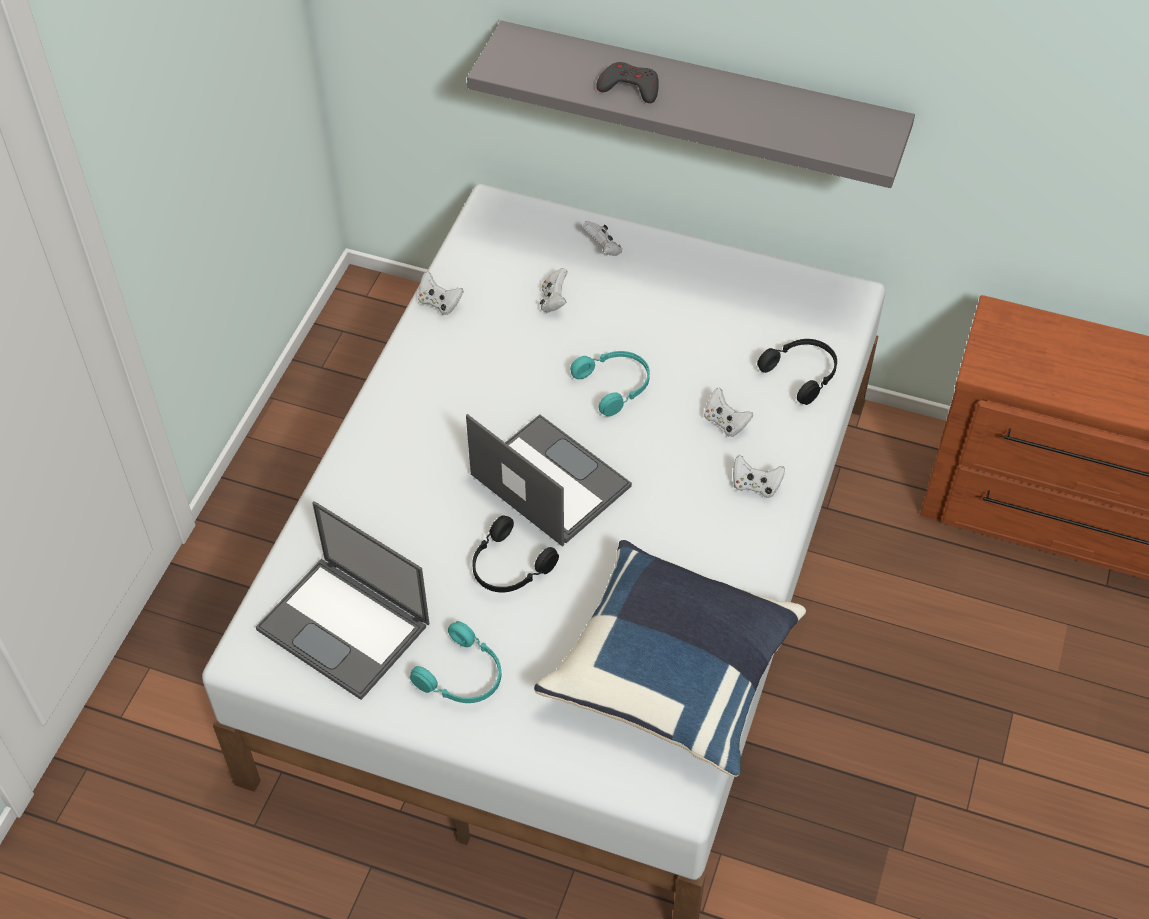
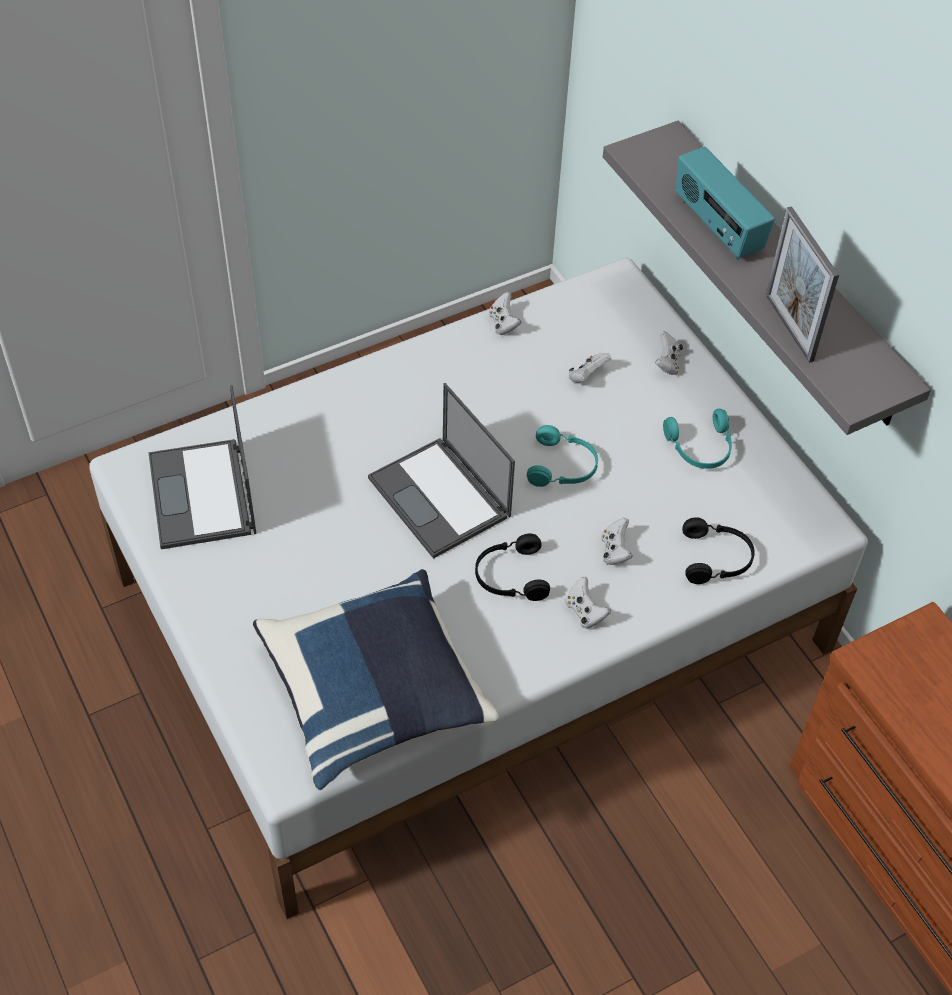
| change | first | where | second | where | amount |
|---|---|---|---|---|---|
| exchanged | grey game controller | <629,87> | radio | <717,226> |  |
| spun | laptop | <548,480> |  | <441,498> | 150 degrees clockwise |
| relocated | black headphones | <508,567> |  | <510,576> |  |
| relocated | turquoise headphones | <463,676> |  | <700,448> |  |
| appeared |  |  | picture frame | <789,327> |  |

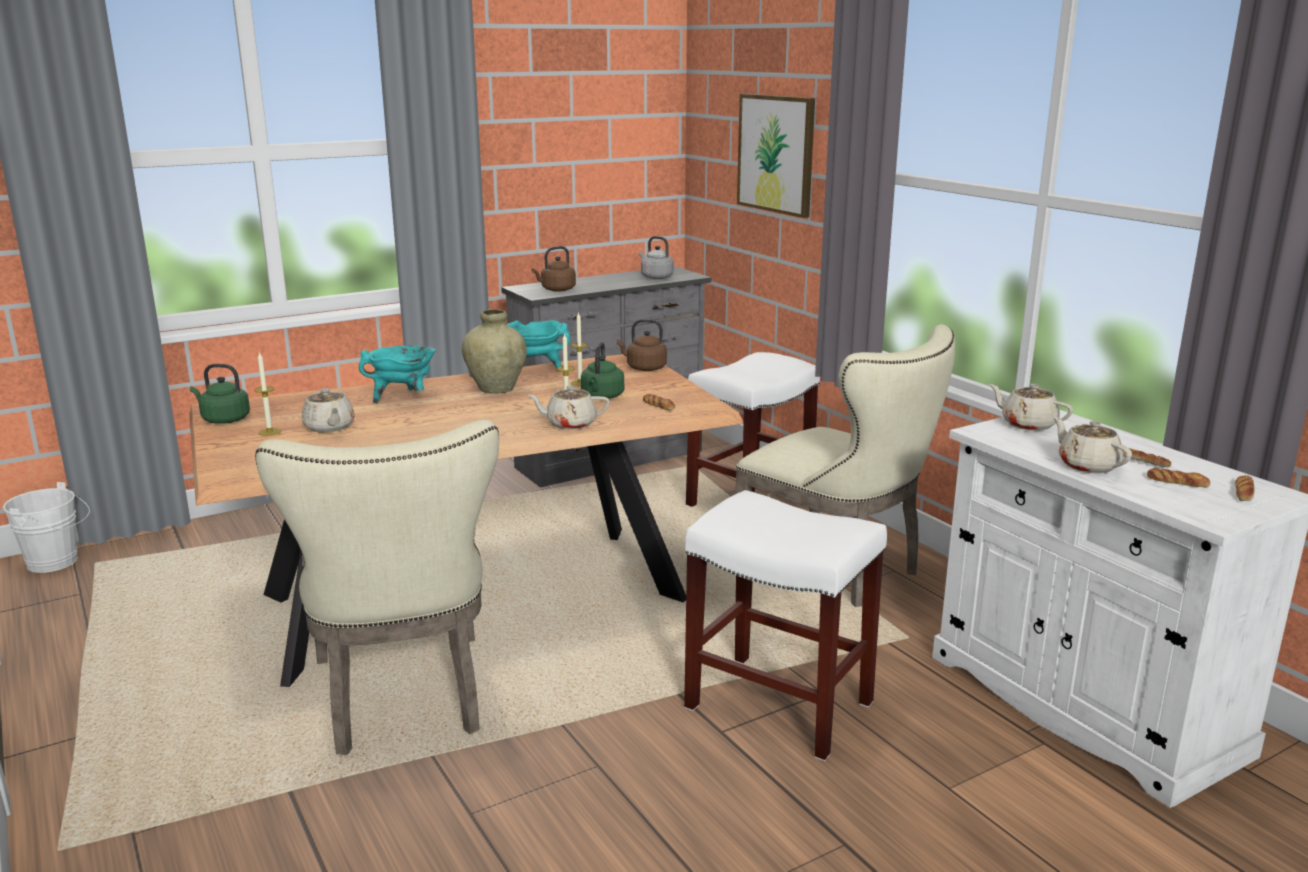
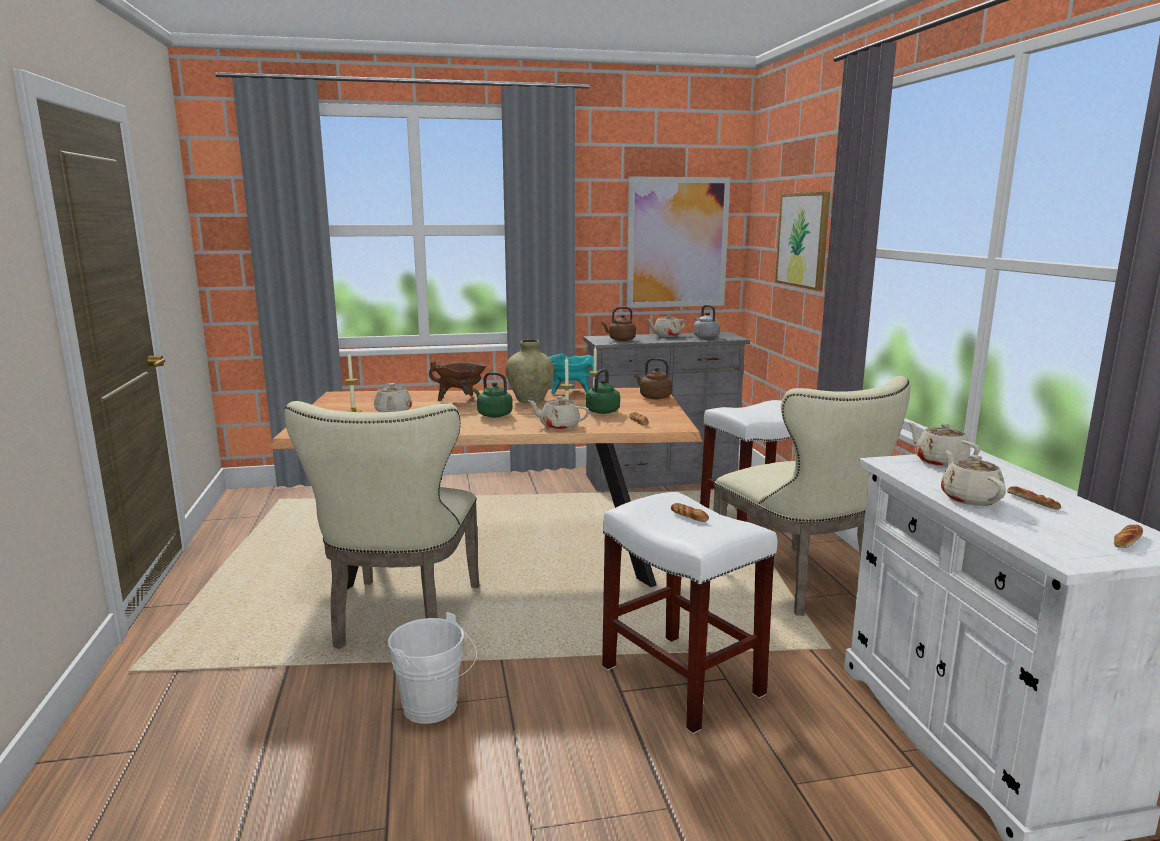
| change | first | where | second | where | amount |
|---|---|---|---|---|---|
| colour | turquoise cooking pot | <403,398> | brown cooking pot | <460,400> |  |
| relocated | green kettle | <223,419> |  | <493,415> |  |
| relocated | bread | <1177,482> |  | <689,516> |  |
| relocated | white bucket | <57,562> |  | <435,709> |  |
| appeared |  |  | picture | <677,243> |  |
| appeared |  |  | beige teapot | <666,335> |  |

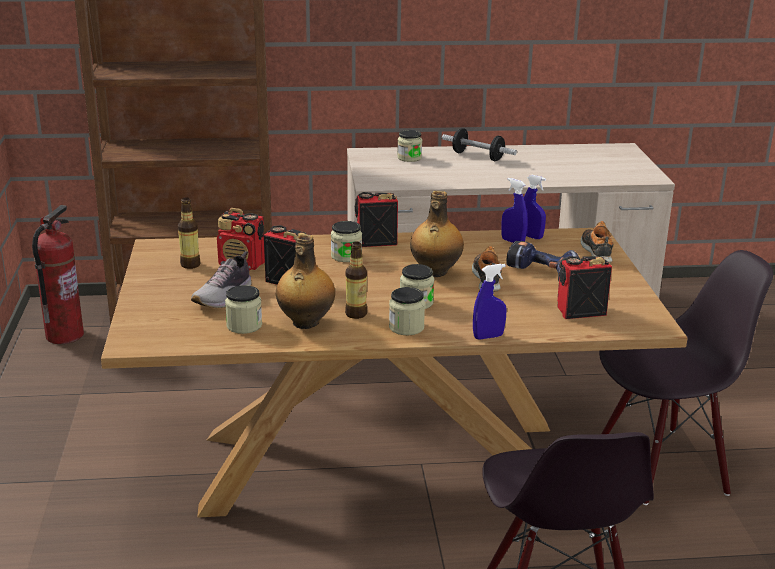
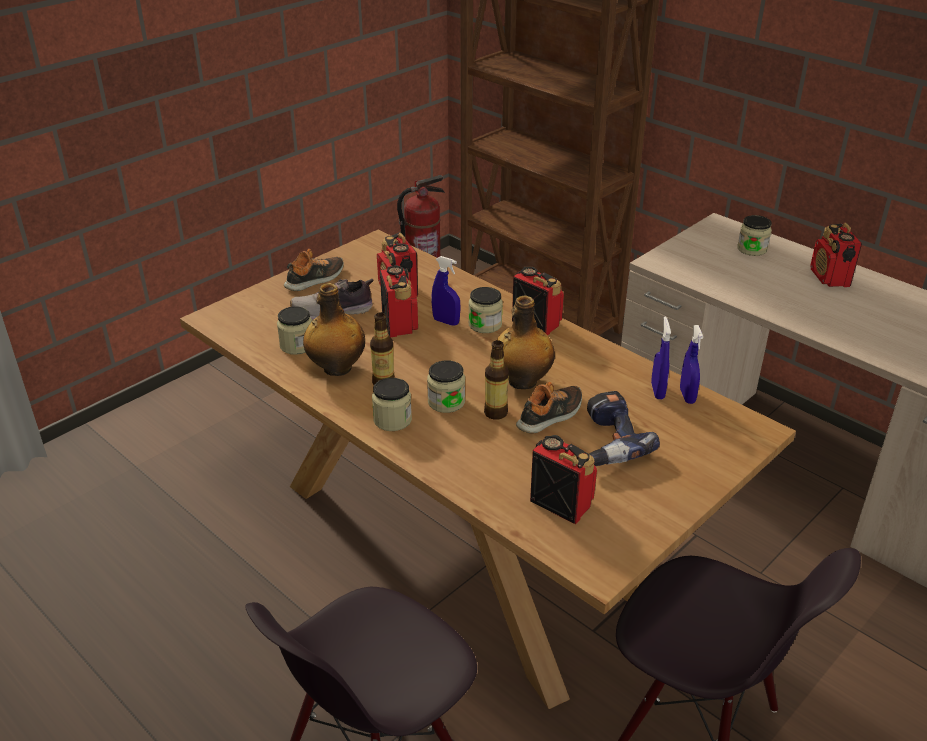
| change | first | where | second | where | amount |
|---|---|---|---|---|---|
| exchanged | dumbbell | <477,156> | radio | <830,278> |  |
| relocated | bottle | <190,265> |  | <495,413> |  |
| relocated | shoe | <597,252> |  | <315,279> |  |
| relocated | blue spray bottle | <488,336> |  | <446,322> |  |

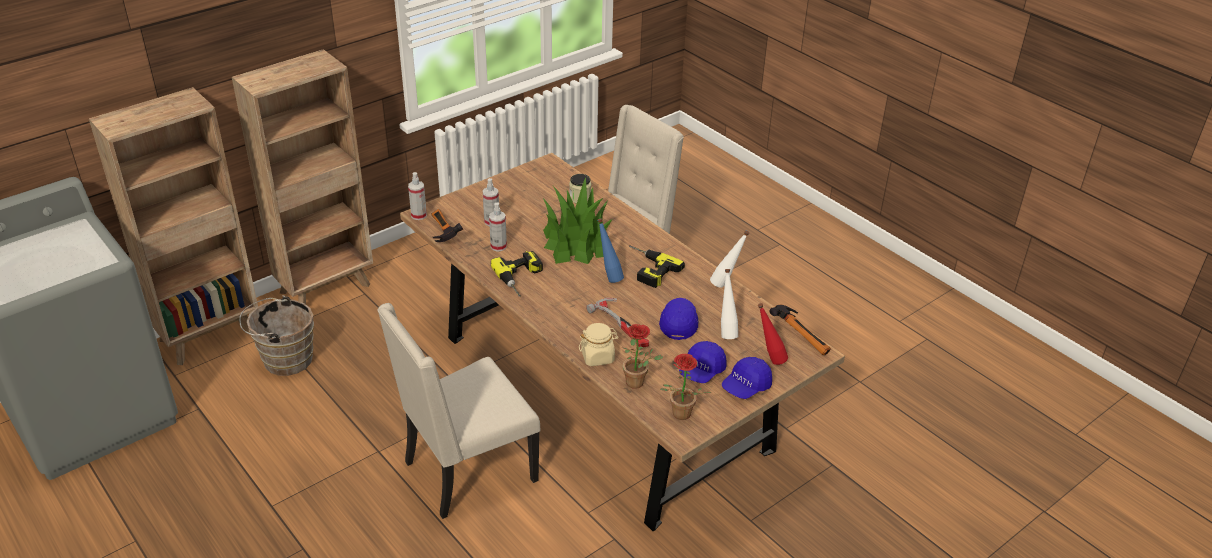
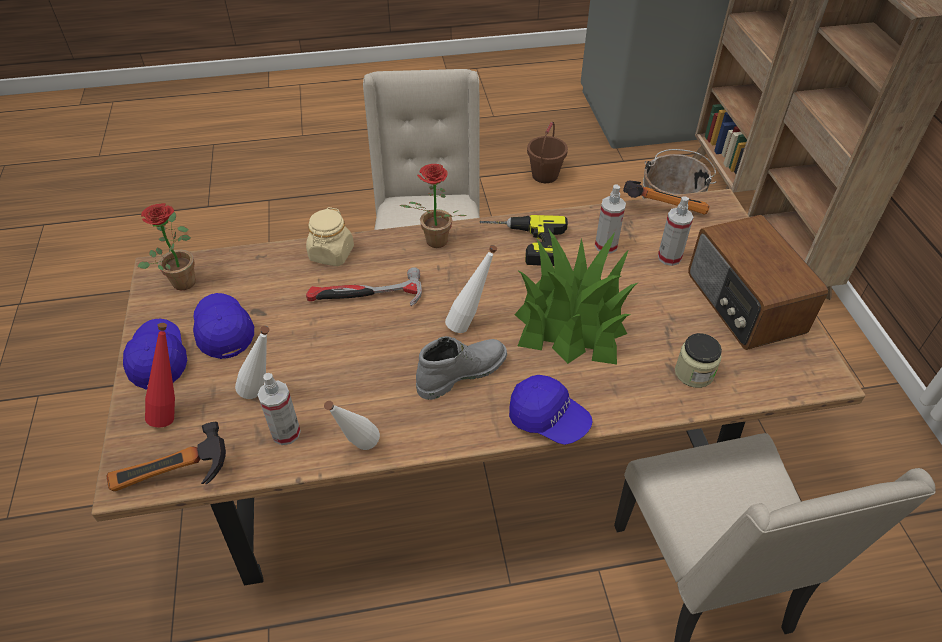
| change | first | where | second | where | amount |
|---|---|---|---|---|---|
| relocated | spray bottle | <419,215> |  | <286,433> |  |
| colour | blue bottle | <609,277> | white bottle | <470,324> |  |
| exchanged | power drill | <646,269> | grey boot | <461,372> |  |
| relocated | blue cap | <678,323> |  | <548,419> |  |
| relocated | potted plant | <638,383> |  | <433,243> |  |
| appeared |  |  | brown bucket | <544,175> |  |
| appeared |  |  | radio | <743,304> |  |

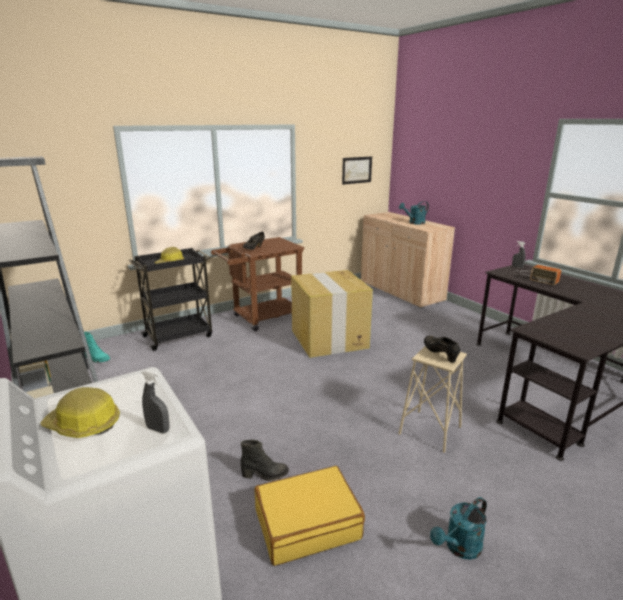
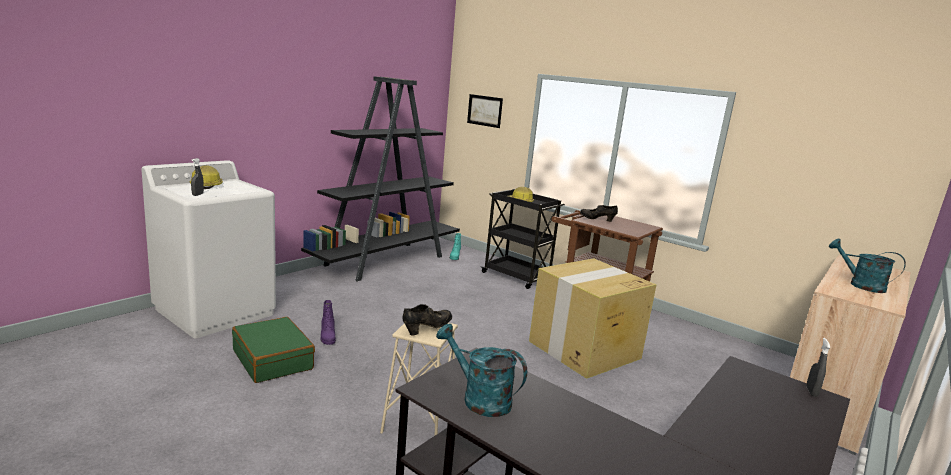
| change | first | where | second | where | amount |
|---|---|---|---|---|---|
| relocated | picture | <356,170> |  | <484,110> |  |
| missing | radio | <534,277> |  |  |  |
| colour | black boot | <265,475> | purple boot | <327,337> |  |
| colour | yellow suitcase | <307,524> | green suitcase | <273,359> |  |
| relocated | turquoise watering can | <459,548> |  | <479,398> |  |

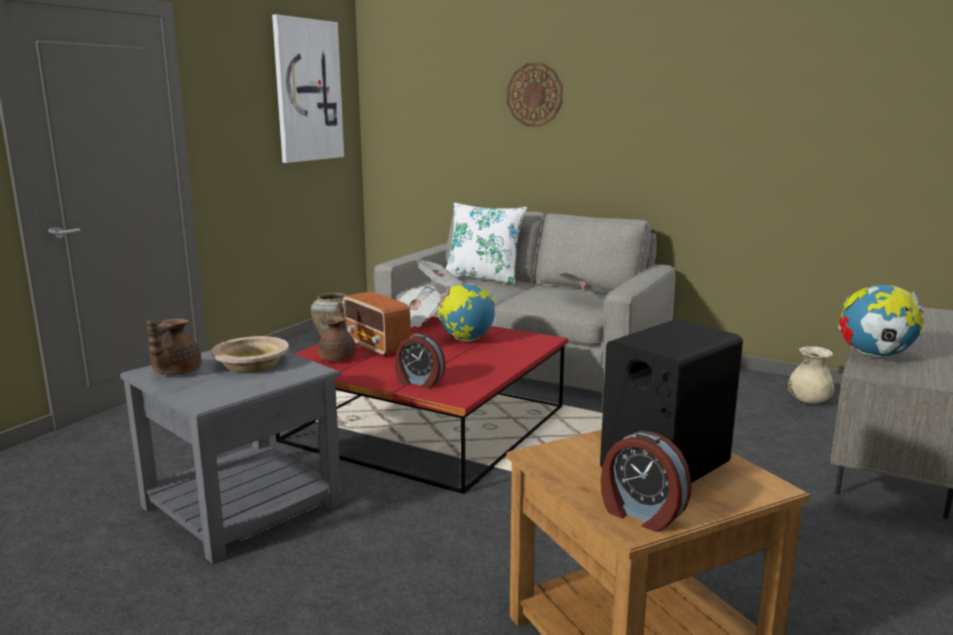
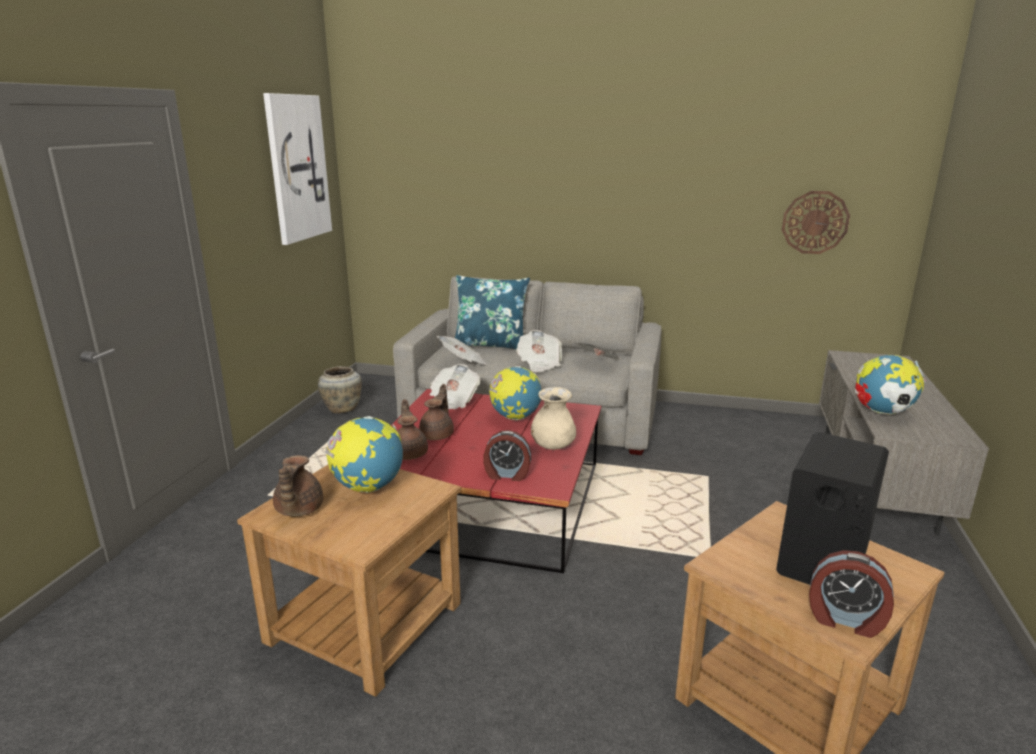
| change | first | where | second | where | amount |
|---|---|---|---|---|---|
| relocated | wall clock | <534,95> |  | <815,222> |  |
| colour | white pillow | <483,278> | blue pillow | <490,345> |  |
| exchanged | radio | <377,346> | brown teapot | <438,435> |  |
| exchanged | beige bowl | <251,363> | globe | <368,488> |  |
| relocated | beige vase | <808,401> |  | <553,446> |  |
| colour | grey side table | <242,505> | brown side table | <365,622> |  |
| appeared |  |  | newspaper | <539,364> |  |

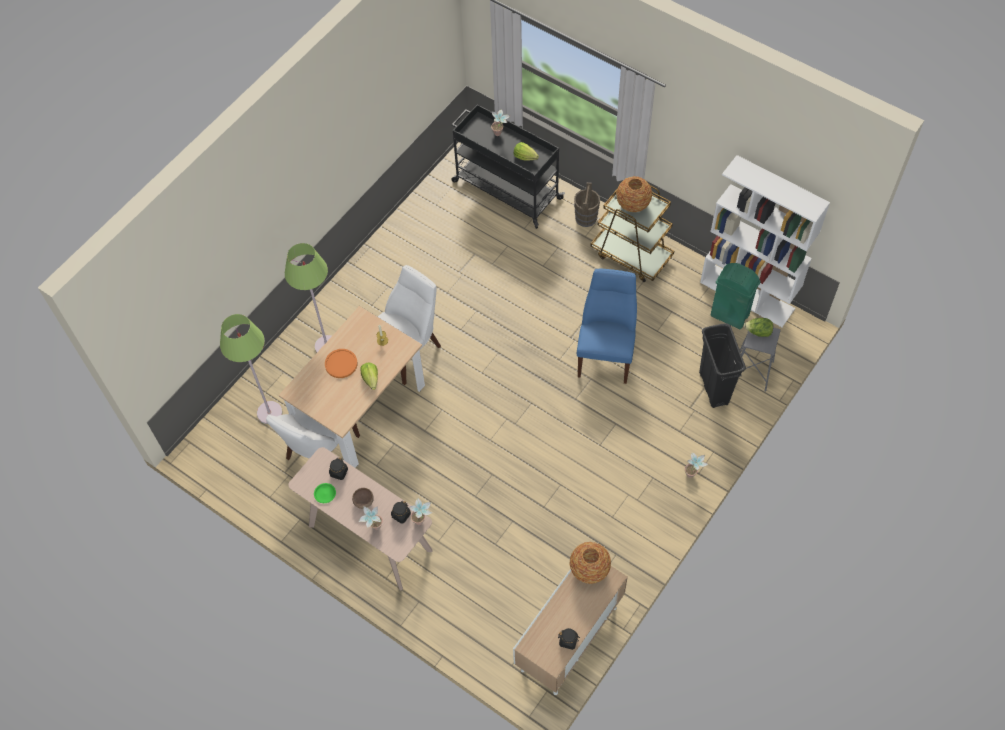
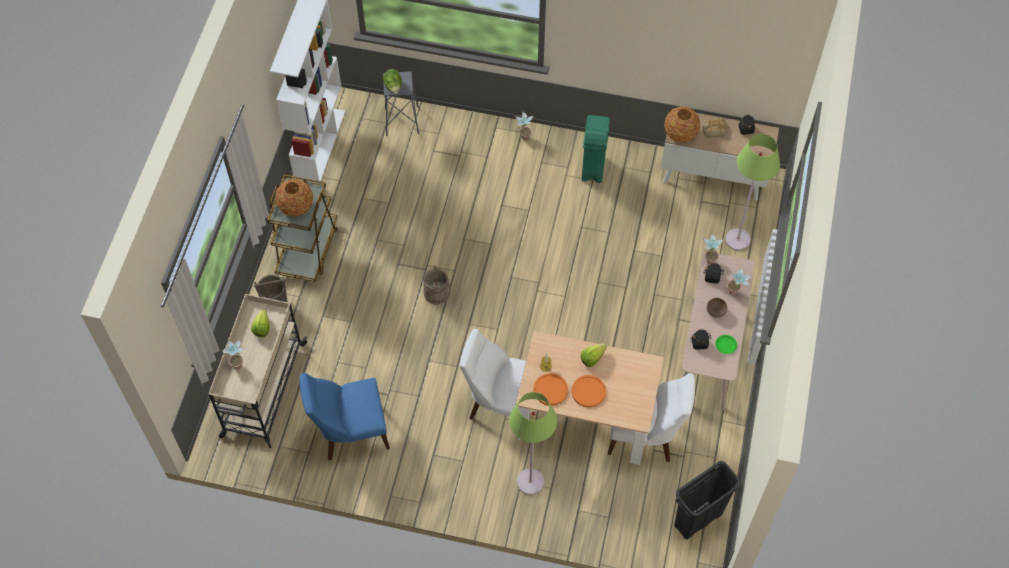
| change | first | where | second | where | amount |
|---|---|---|---|---|---|
| colour | black cart | <506,189> | beige cart | <263,391> |  |
| relocated | green trash can | <729,315> |  | <593,169> |  |
| relocated | blue chair | <606,352> |  | <350,432> |  |
| relocated | green floor lamp | <269,413> |  | <737,240> |  |
| relocated | black trash can | <713,387> |  | <697,520> |  |
| appeared |  |  | bread | <714,129> |  |
| appeared |  |  | beige bucket | <436,293> |  |
| appeared |  |  | orange plate | <550,390> |  |

